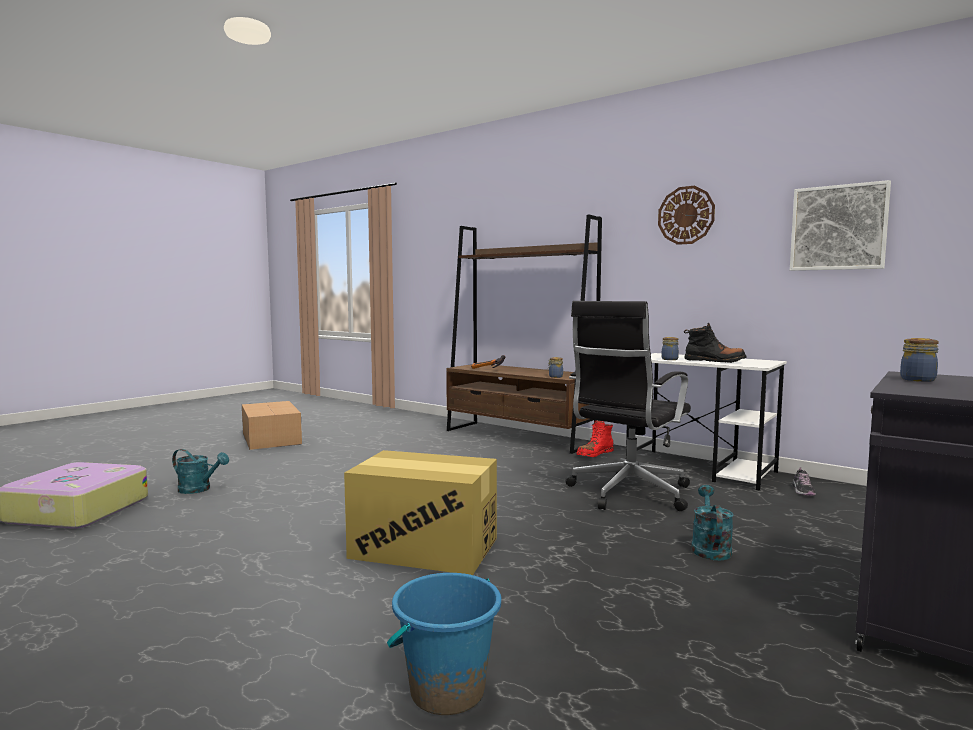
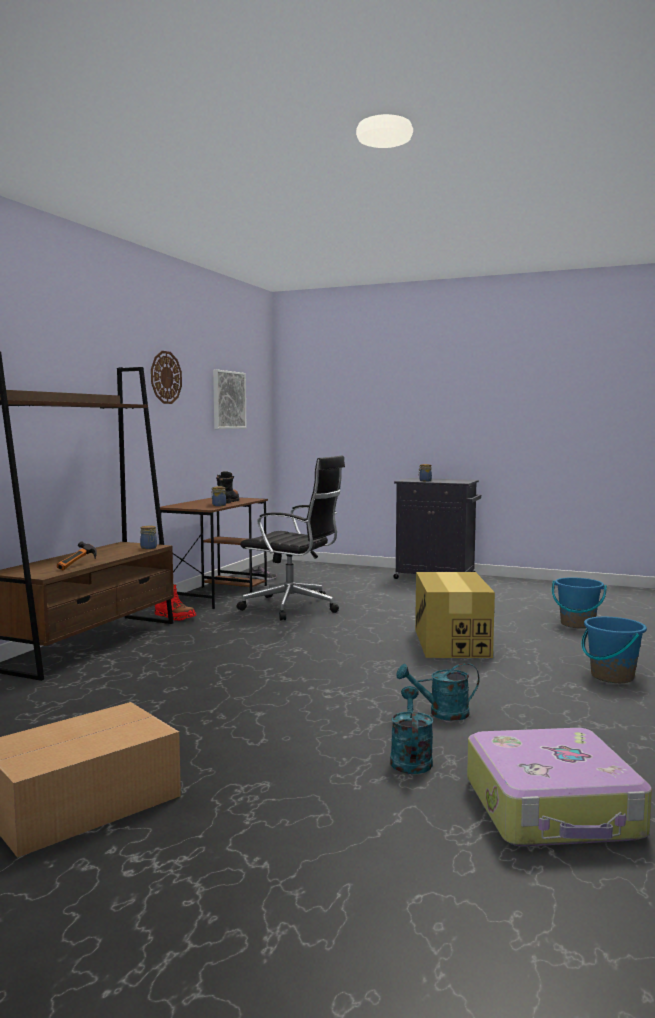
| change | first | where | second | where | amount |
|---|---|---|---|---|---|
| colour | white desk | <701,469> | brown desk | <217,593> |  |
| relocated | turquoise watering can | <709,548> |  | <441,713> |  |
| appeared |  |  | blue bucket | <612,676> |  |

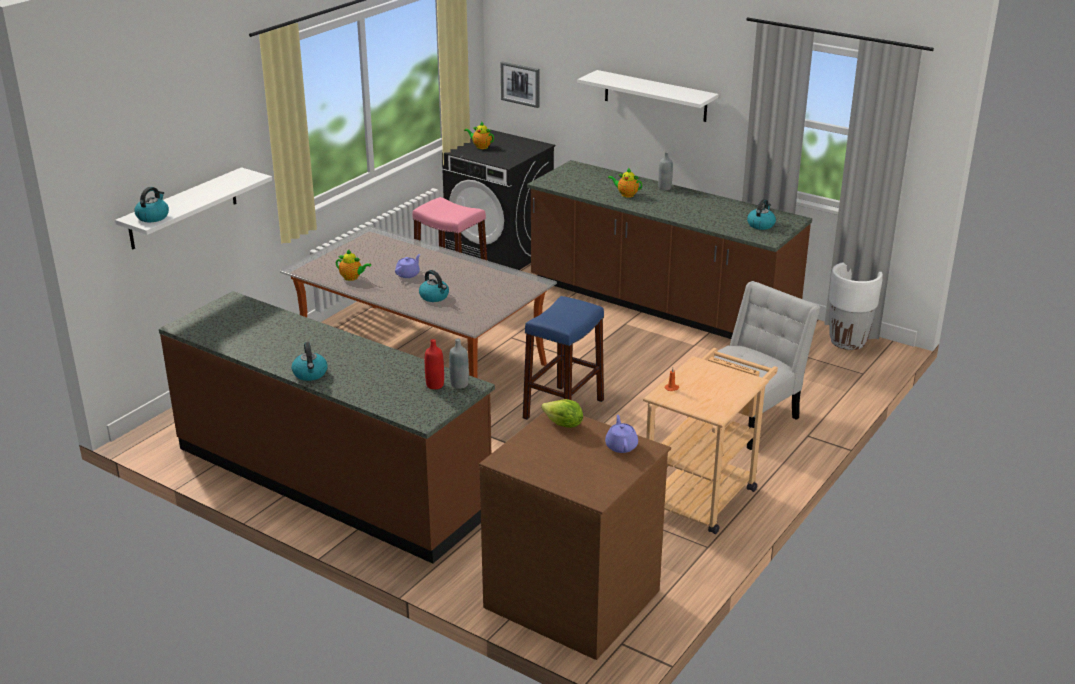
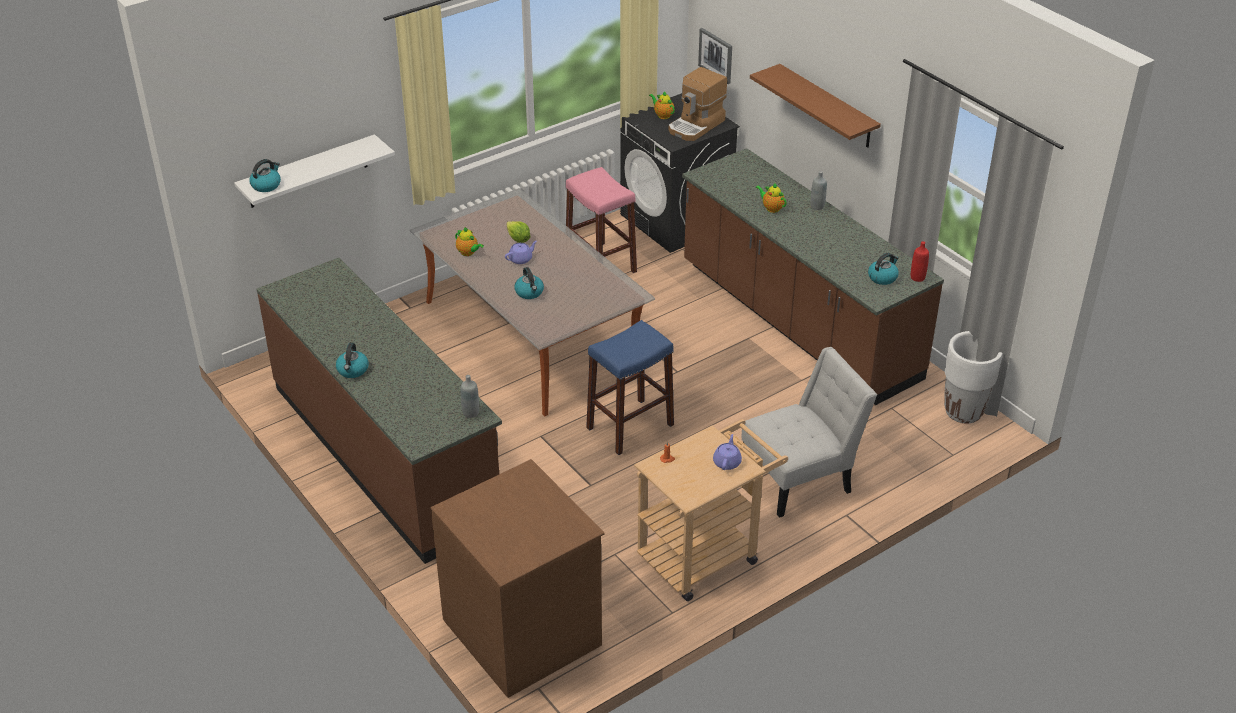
| change | first | where | second | where | amount |
|---|---|---|---|---|---|
| colour | white shelf | <655,96> | brown shelf | <827,107> |  |
| relocated | red bottle | <435,385> |  | <917,277> |  |
| relocated | lettuce | <563,425> |  | <518,239> |  |
| relocated | purple teapot | <621,446> |  | <727,462> |  |
| appeared |  |  | coffee machine | <696,126> |  |

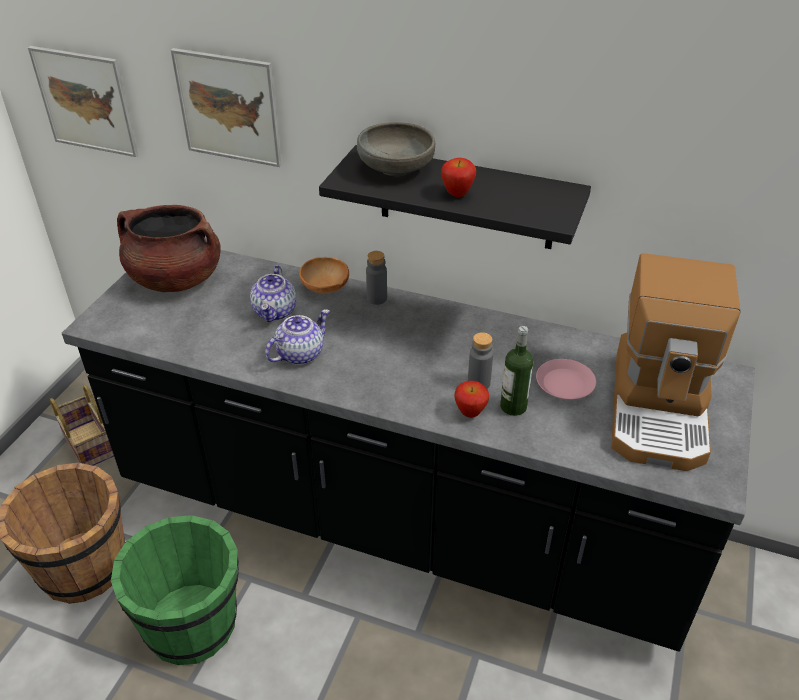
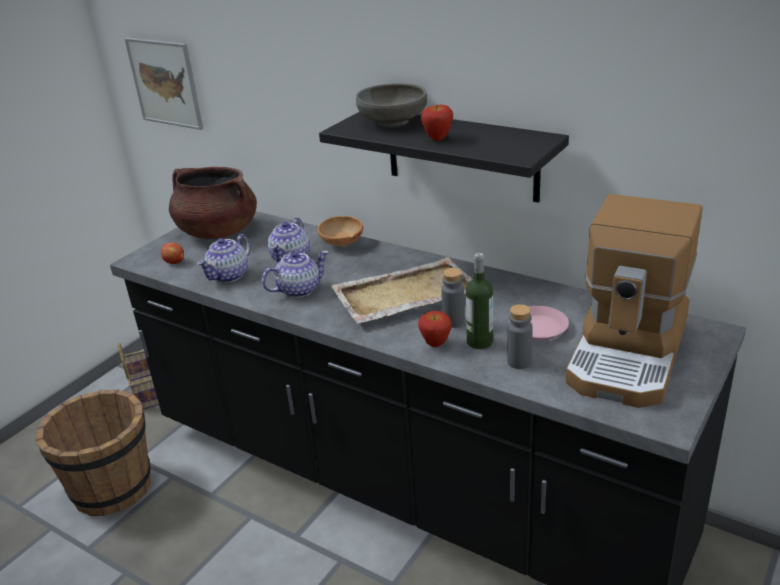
| change | first | where | second | where | amount |
|---|---|---|---|---|---|
| missing | picture | <228,108> |  |  |  |
| relocated | grey bottle | <377,298> |  | <519,362> |  |
| missing | green bucket | <192,623> |  |  |  |
| appeared |  |  | teapot | <229,276> |  |
| appeared |  |  | apple | <175,262> |  |
| appeared |  |  | beige tray | <404,294> |  |

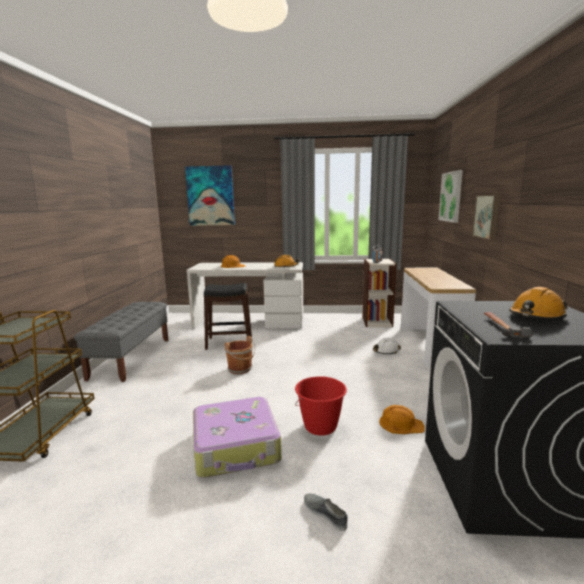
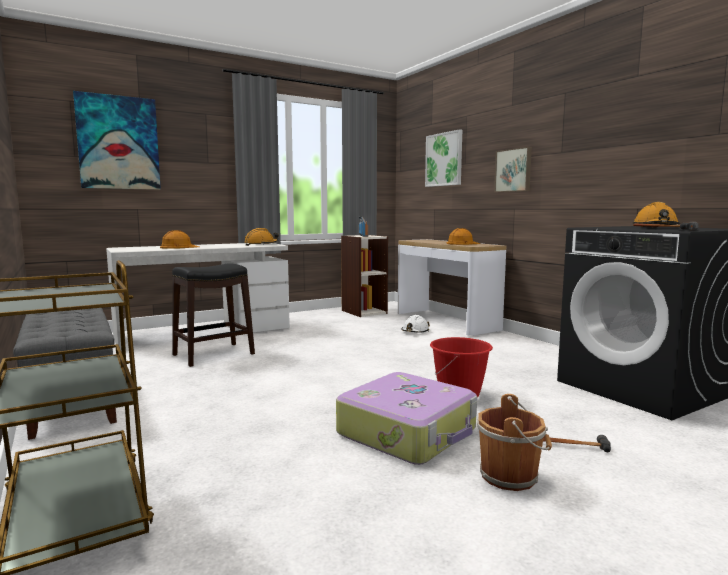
| change | first | where | second | where | amount |
|---|---|---|---|---|---|
| relocated | brown bucket | <240,369> |  | <511,476> |  |
| relocated | orange hard hat | <401,424> |  | <462,243> |  |
| exchanged | grey shoe | <325,513> | hammer | <573,445> |  |

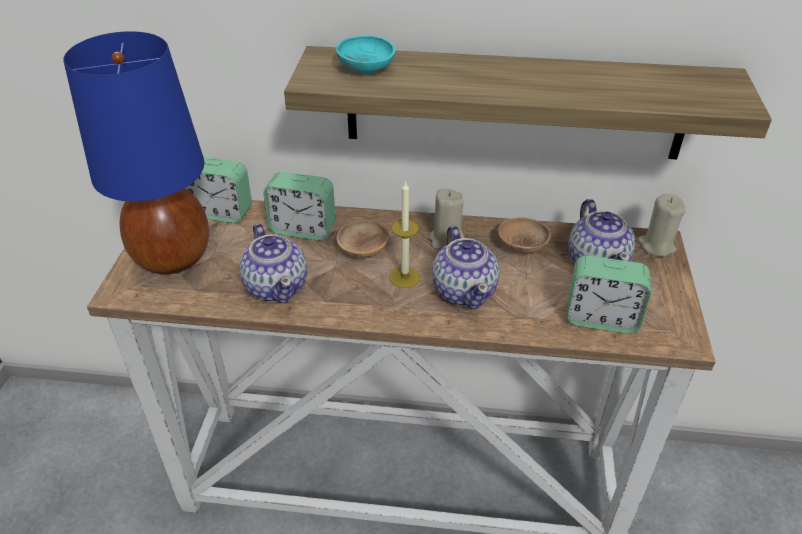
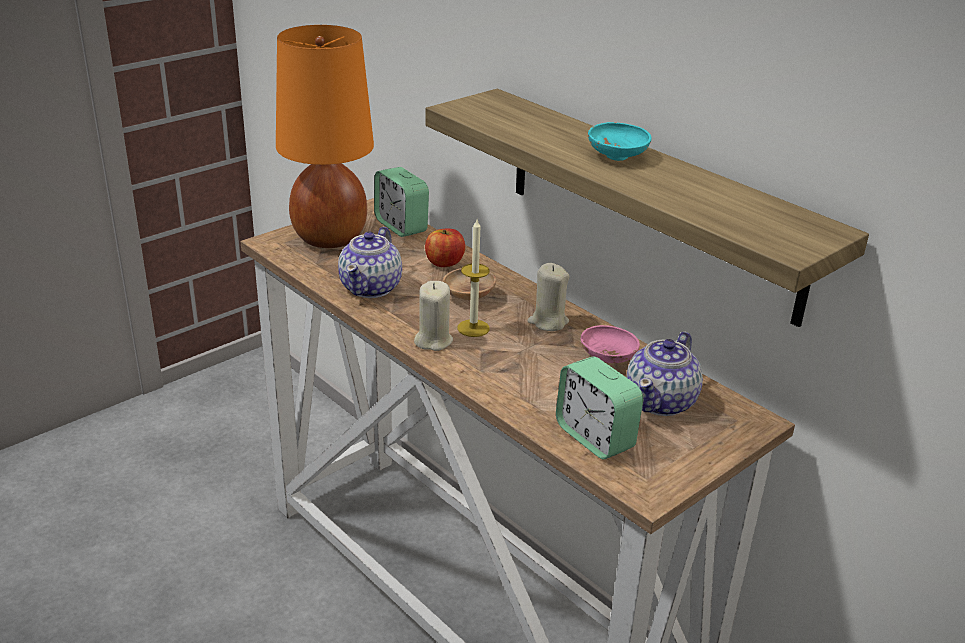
| change | first | where | second | where | amount |
|---|---|---|---|---|---|
| colour | blue table lamp | <171,257> | orange table lamp | <329,237> |  |
| relocated | turquoise bowl | <366,68> |  | <617,155> |  |
| exchanged | alarm clock | <303,229> | apple | <444,262> |  |
| relocated | beige candle | <656,245> |  | <433,340> |  |
| colour | brown bowl | <522,246> | pink bowl | <608,357> |  |
| missing | teapot | <464,290> |  |  |  |

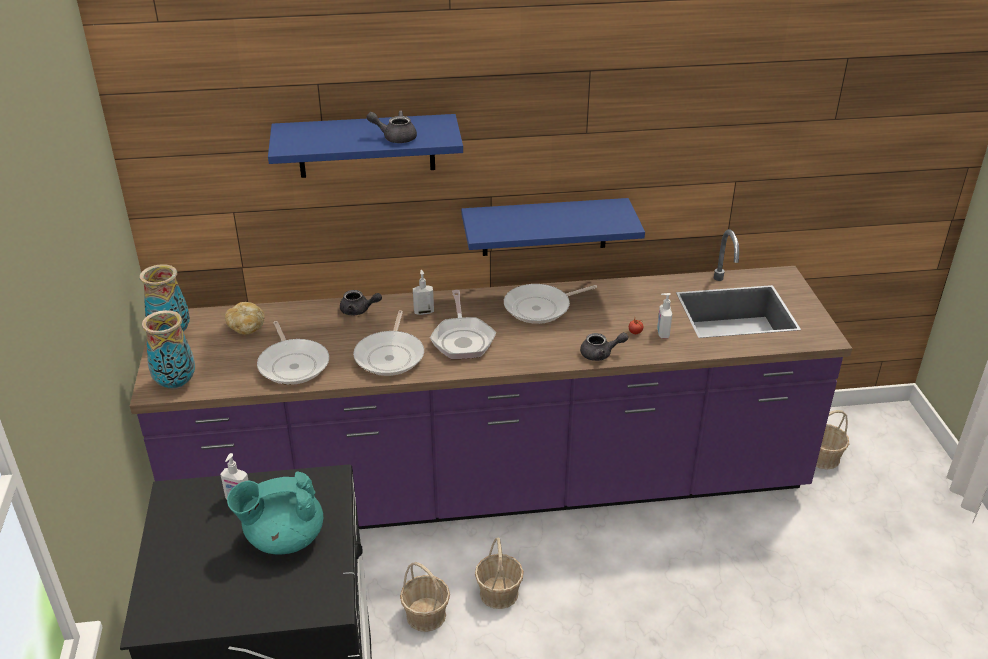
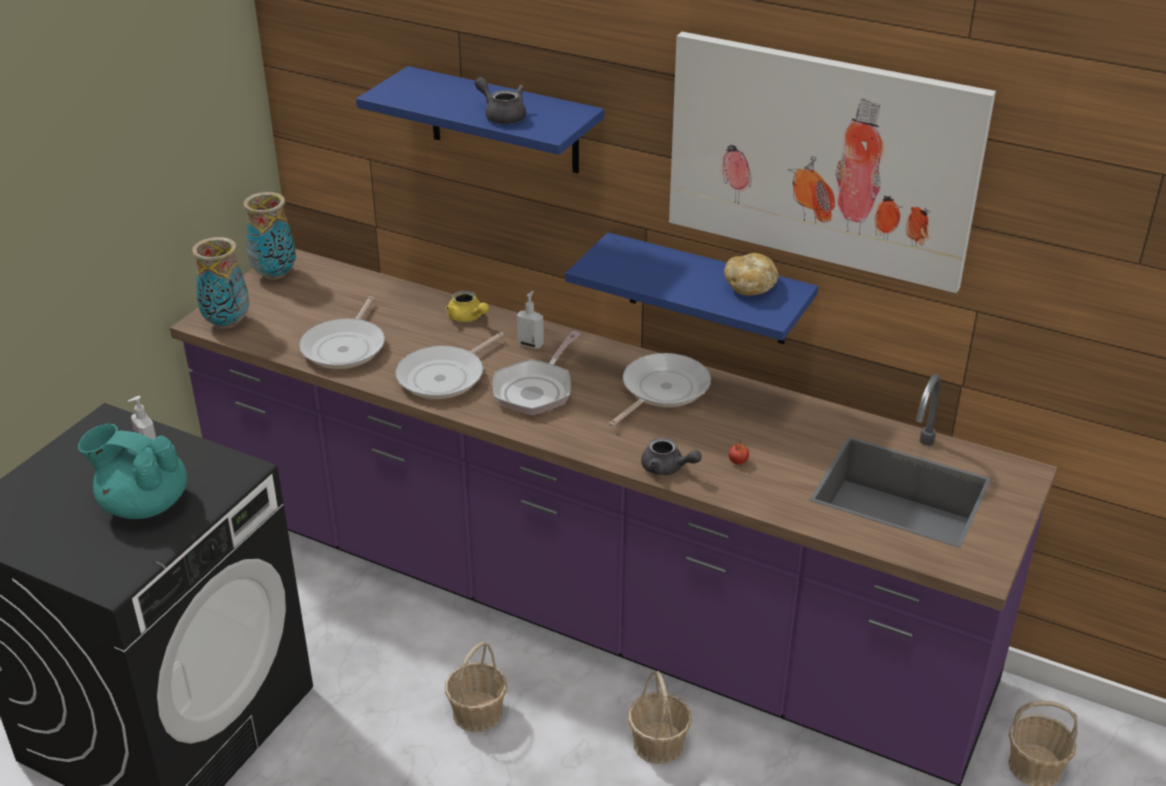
| change | first | where | second | where | amount |
|---|---|---|---|---|---|
| spun | frying pan | <541,308> |  | <661,390> | 120 degrees clockwise |
| colour | grey teapot | <359,310> | yellow teapot | <467,318> |  |
| missing | soap dispenser | <662,333> |  |  |  |
| relocated | bread | <246,326> |  | <750,286> |  |
| relocated | basket | <426,615> |  | <658,743> |  |
| appeared |  |  | picture | <821,159> |  |

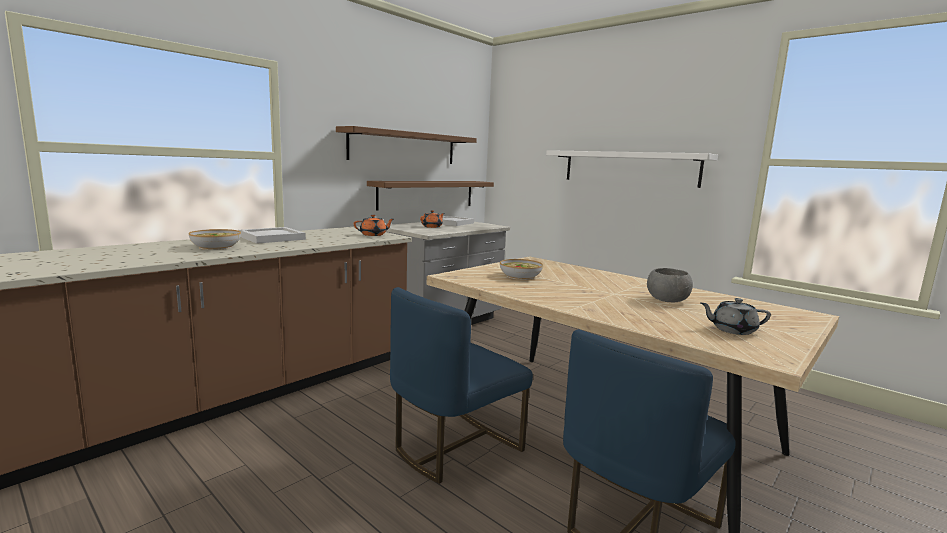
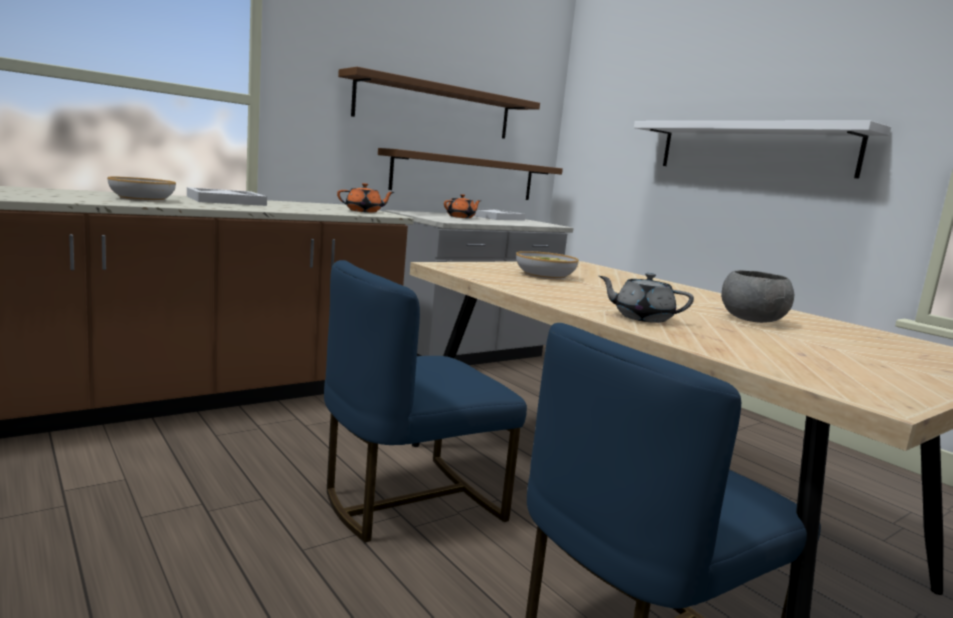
| change | first | where | second | where | amount |
|---|---|---|---|---|---|
| relocated | grey teapot | <732,330> |  | <641,318> |  |

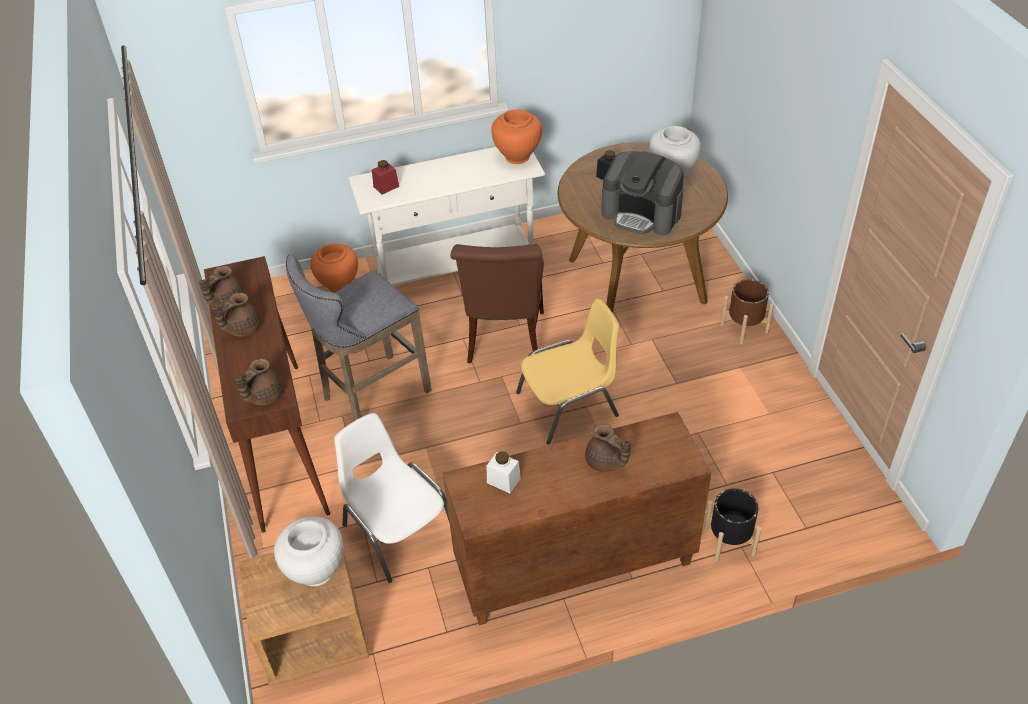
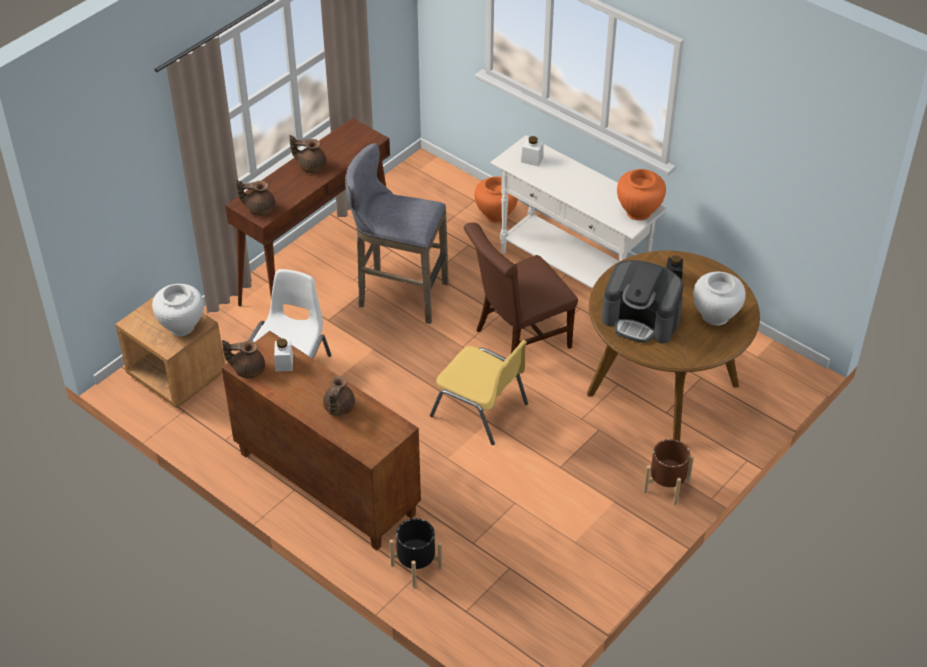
| change | first | where | second | where | amount |
|---|---|---|---|---|---|
| spun | coffee machine | <642,214> |  | <641,319> | 60 degrees counterclockwise |
| colour | red jar | <386,186> | white jar | <532,160> |  |
| relocated | brown teapot | <226,301> |  | <248,369> |  |

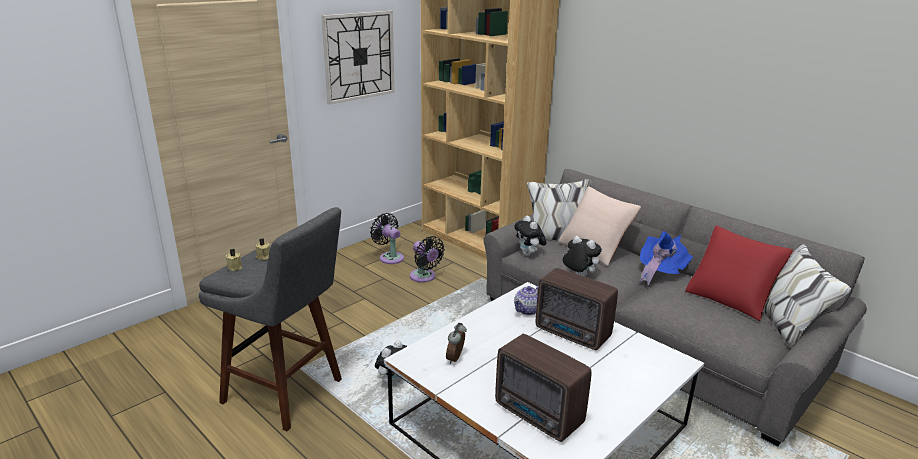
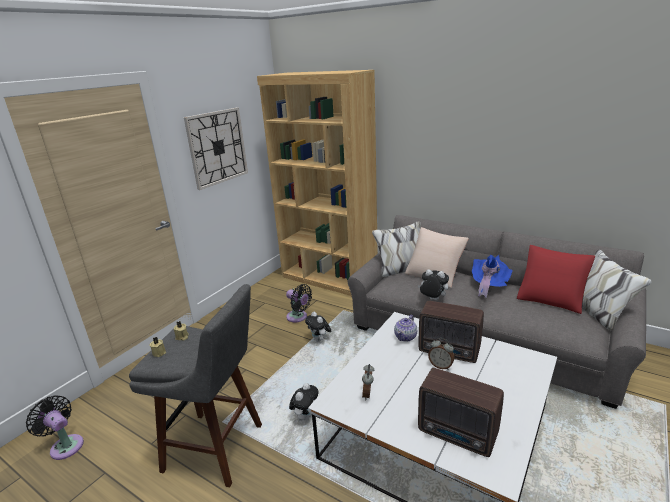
| change | first | where | second | where | amount |
|---|---|---|---|---|---|
| relocated | black fan | <390,257> |  | <65,445> |  |
| relocated | plush toy | <529,254> |  | <319,340> |  |
| appeared |  |  | alarm clock | <441,366> |  |

